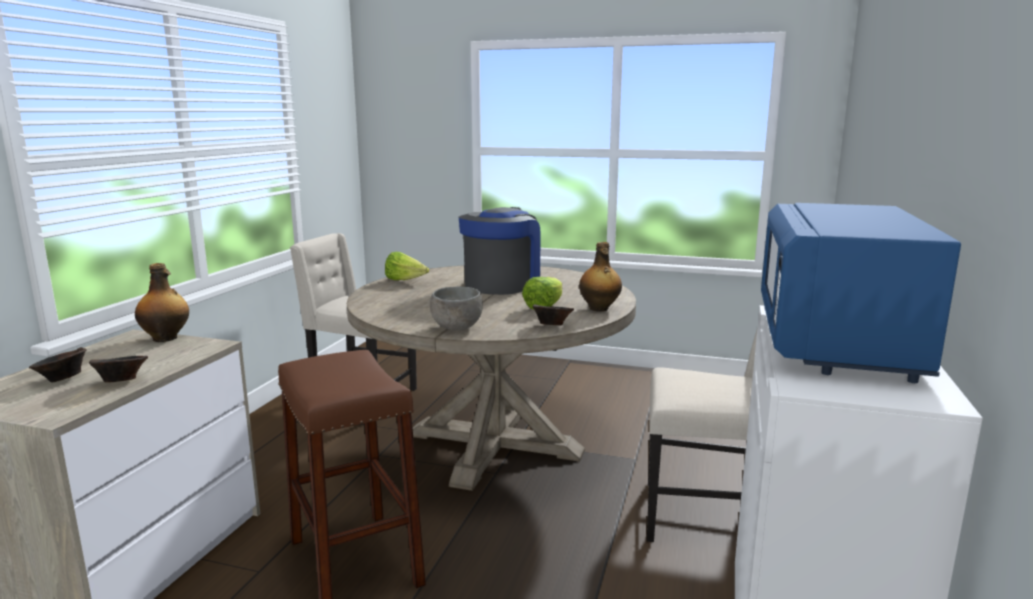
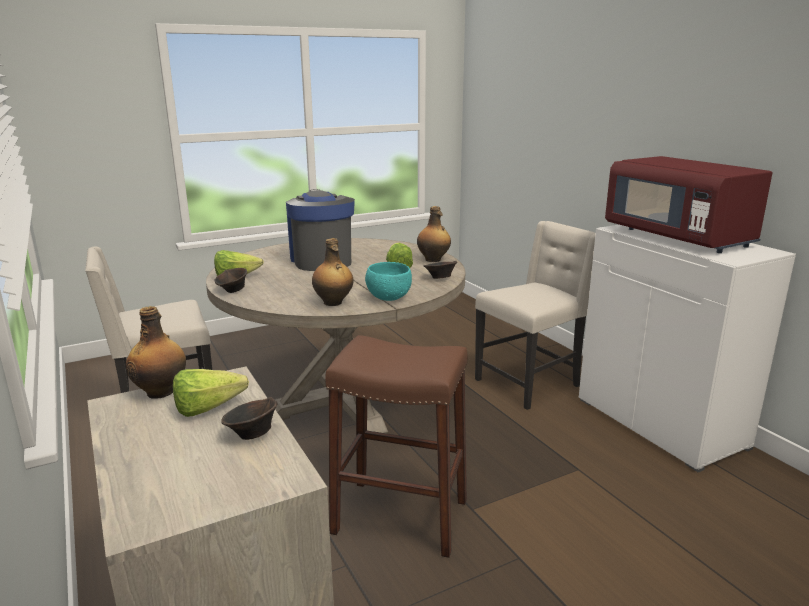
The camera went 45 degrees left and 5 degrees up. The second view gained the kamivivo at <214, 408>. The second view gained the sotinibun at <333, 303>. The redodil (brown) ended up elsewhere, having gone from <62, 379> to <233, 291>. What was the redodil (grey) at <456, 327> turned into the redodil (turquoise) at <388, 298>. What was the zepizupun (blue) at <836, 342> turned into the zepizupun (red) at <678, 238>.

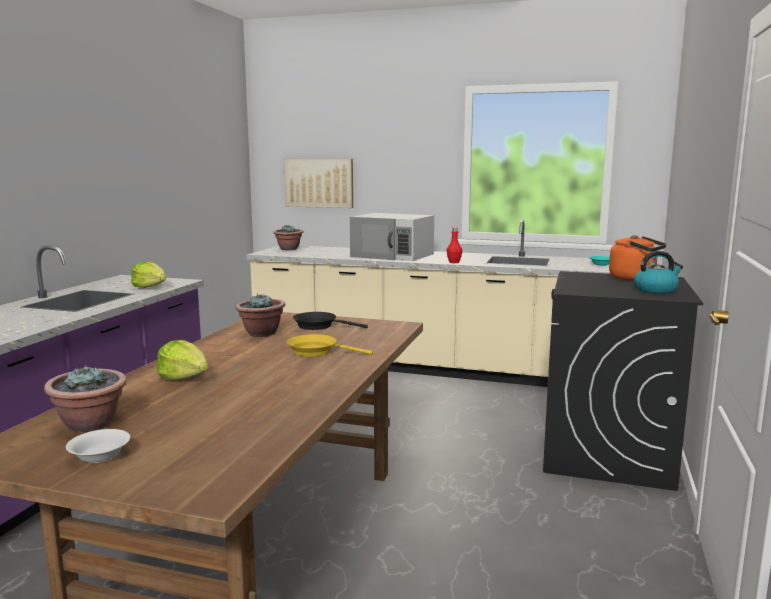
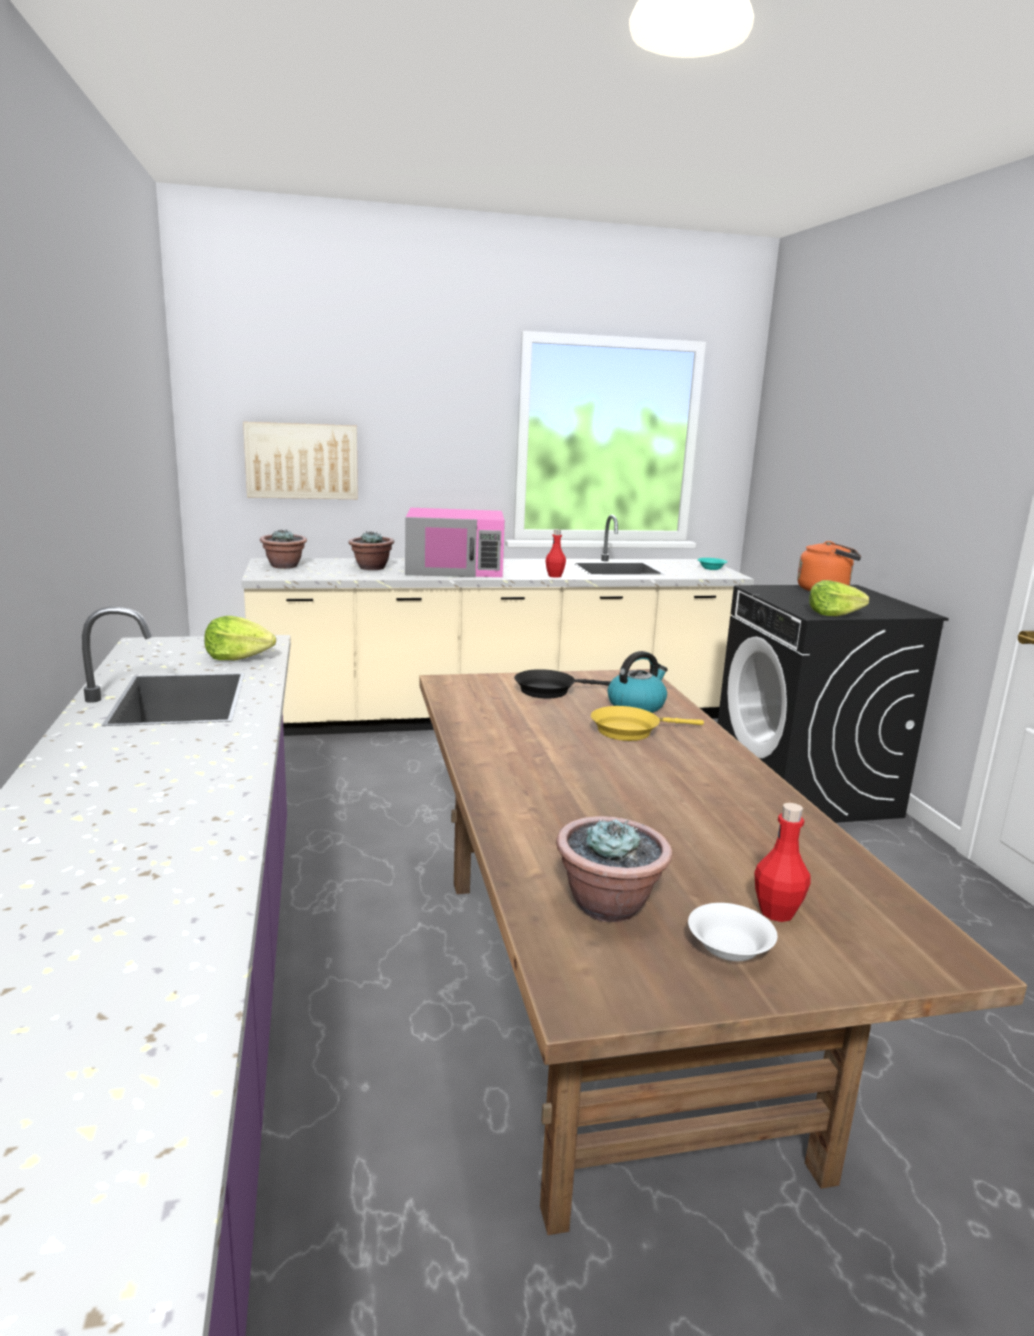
The camera went 30 degrees left and 5 degrees up. The second view gained the sotinibun (red) at <777, 912>. The kamivivo ended up elsewhere, having gone from <184, 377> to <832, 614>. The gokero ended up elsewhere, having gone from <261, 333> to <371, 568>. The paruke ended up elsewhere, having gone from <656, 290> to <636, 705>. What was the zepizupun (white) at <393, 255> turned into the zepizupun (pink) at <455, 569>.

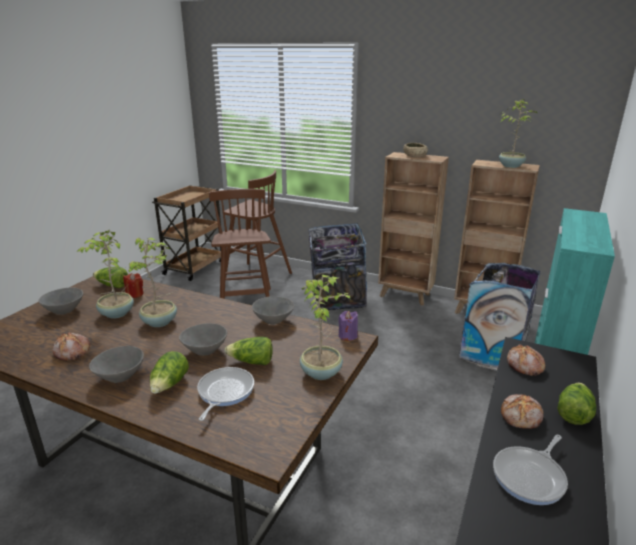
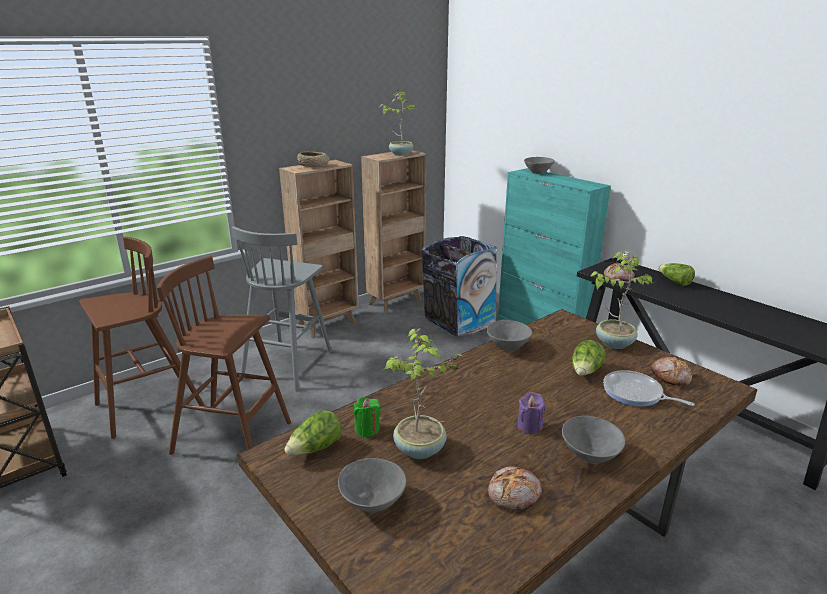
The camera went 65 degrees left and 0 degrees up. The second view lost the gokero at <160, 322>. The second view lost the kamivivo at <170, 384>. The second view lost the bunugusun at <530, 476>. The redodil (grey) ended up elsewhere, having gone from <204, 350> to <537, 172>. The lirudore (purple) ended up elsewhere, having gone from <348, 335> to <529, 426>. The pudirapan ended up elsewhere, having gone from <521, 417> to <671, 377>. Where the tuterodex stood at <337, 299>, the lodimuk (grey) came to stand at <288, 364>. What was the lirudore (red) at <135, 294> turned into the lirudore (green) at <367, 429>.

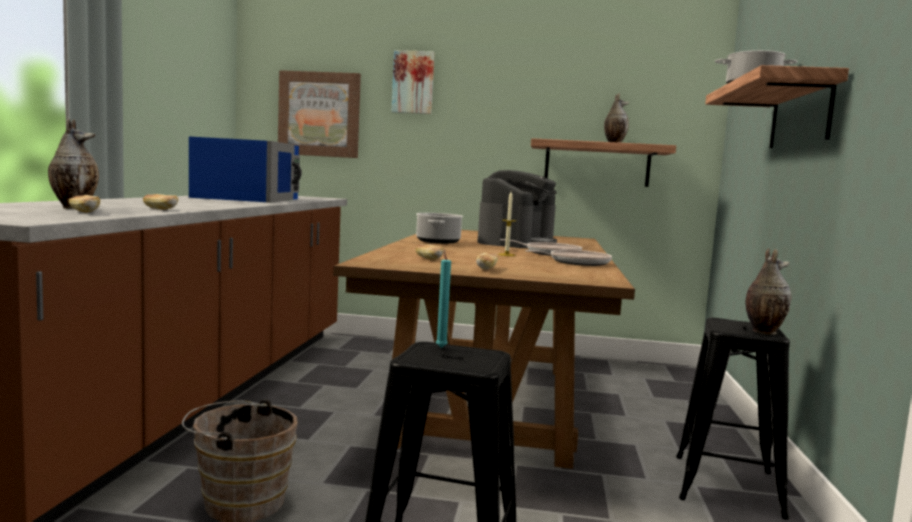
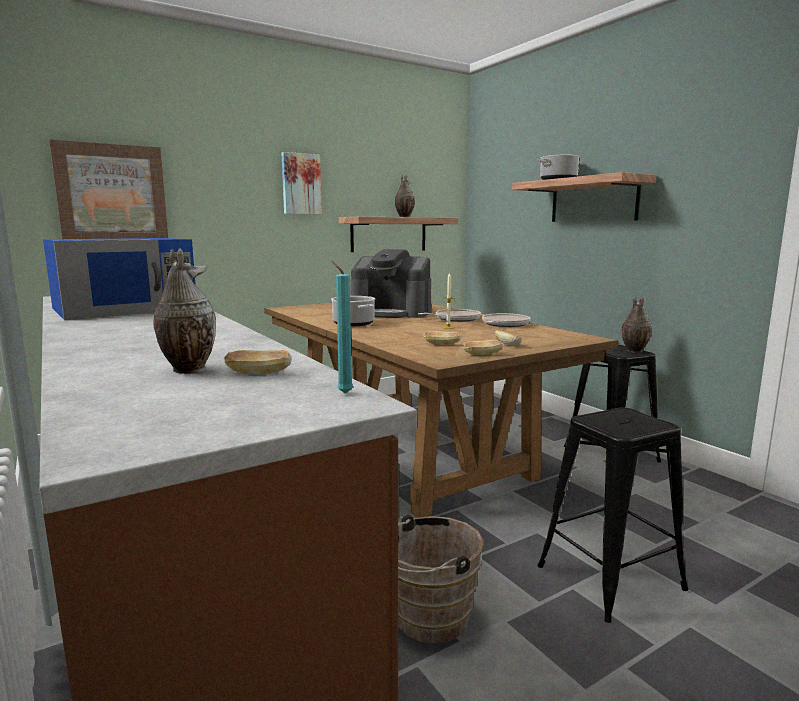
The camera went 40 degrees left and 5 degrees up. The pudirapan ended up elsewhere, having gone from <160, 209> to <482, 354>. The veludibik ended up elsewhere, having gone from <413, 82> to <301, 184>. The lirudore (turquoise) ended up elsewhere, having gone from <441, 347> to <343, 393>. The zepizupun (blue) at <248, 198> ended up facing another way, 90 degrees clockwise from before. The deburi at <516, 243> ended up facing another way, 120 degrees clockwise from before.

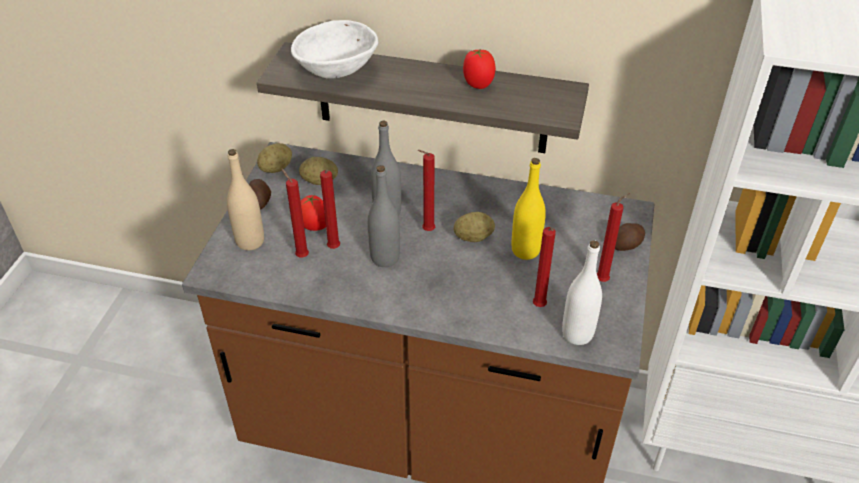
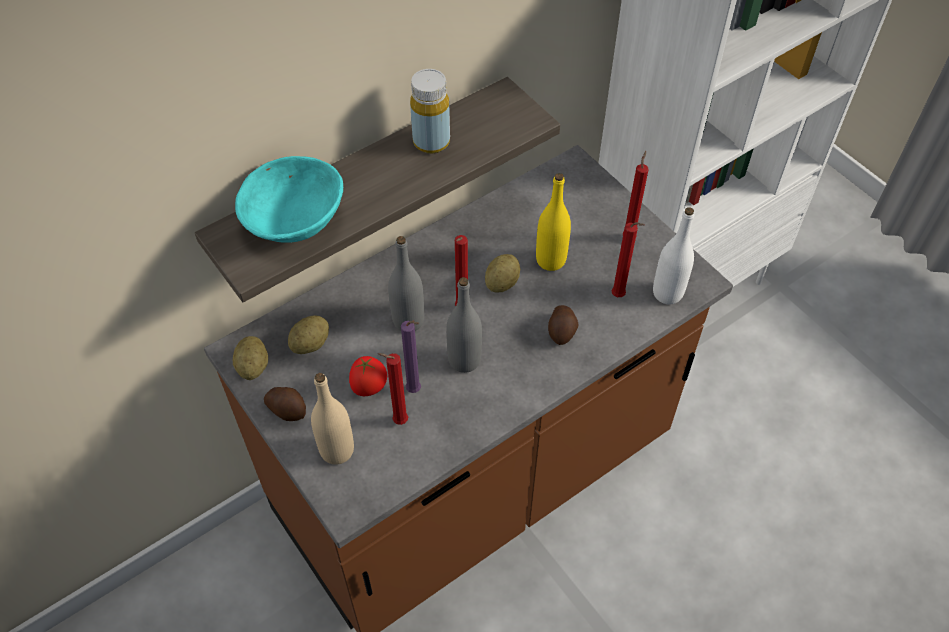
The camera went 50 degrees left and 10 degrees up. The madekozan ended up elsewhere, having gone from <627, 245> to <562, 331>. Where the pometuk stood at <478, 84>, the sotinibun (yellow) came to stand at <431, 142>. What was the redodil (white) at <336, 71> turned into the redodil (turquoise) at <296, 223>. What was the lirudore (red) at <334, 249> turned into the lirudore (purple) at <415, 391>.

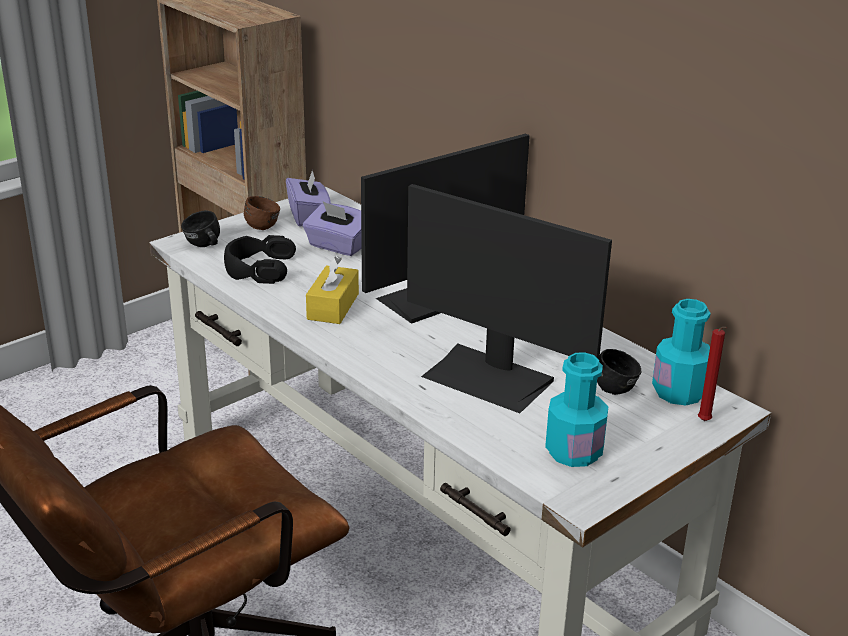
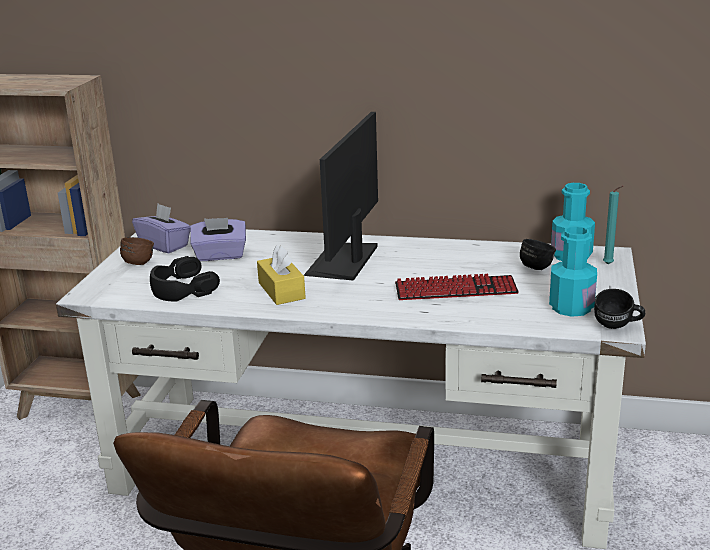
The camera went 35 degrees left and 5 degrees down. The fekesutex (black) ended up elsewhere, having gone from <203, 246> to <617, 326>. Where the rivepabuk stood at <489, 377>, the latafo came to stand at <456, 290>. What was the lirudore (red) at <705, 422> turned into the lirudore (turquoise) at <609, 264>.

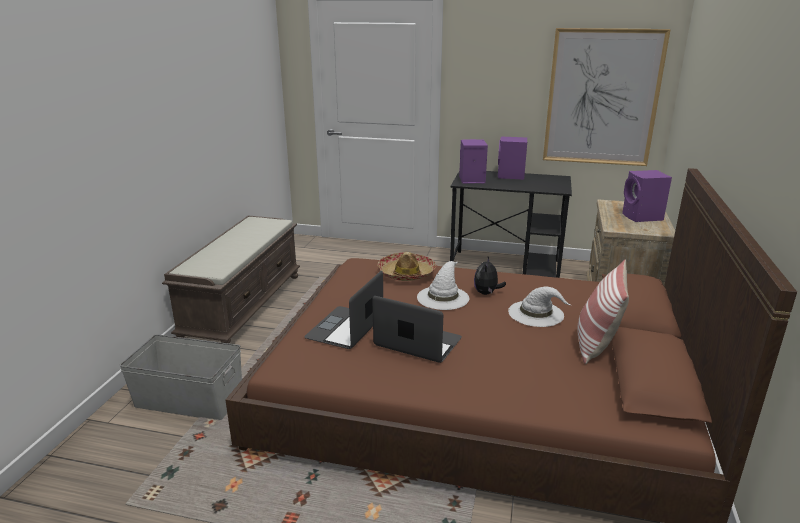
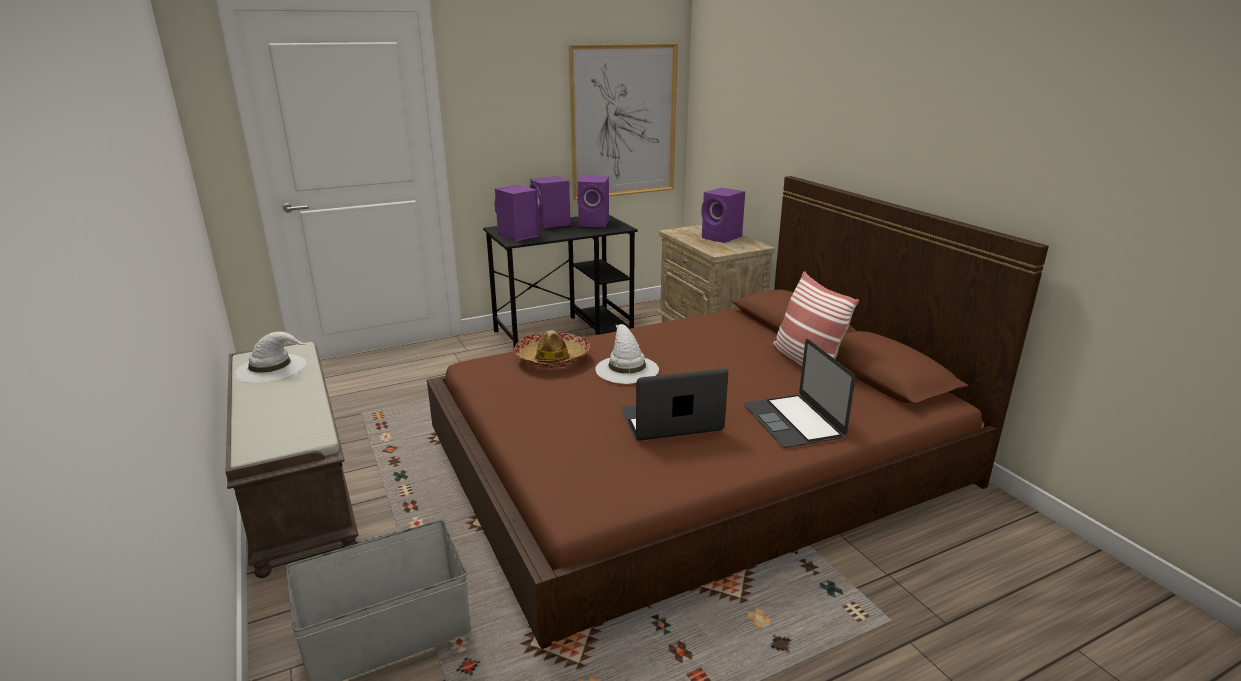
The camera went 40 degrees left and 0 degrees up. The second view lost the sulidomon at <487, 293>. The second view gained the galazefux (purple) at <595, 223>. The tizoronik ended up elsewhere, having gone from <345, 328> to <793, 421>. The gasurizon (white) ended up elsewhere, having gone from <536, 313> to <272, 368>.

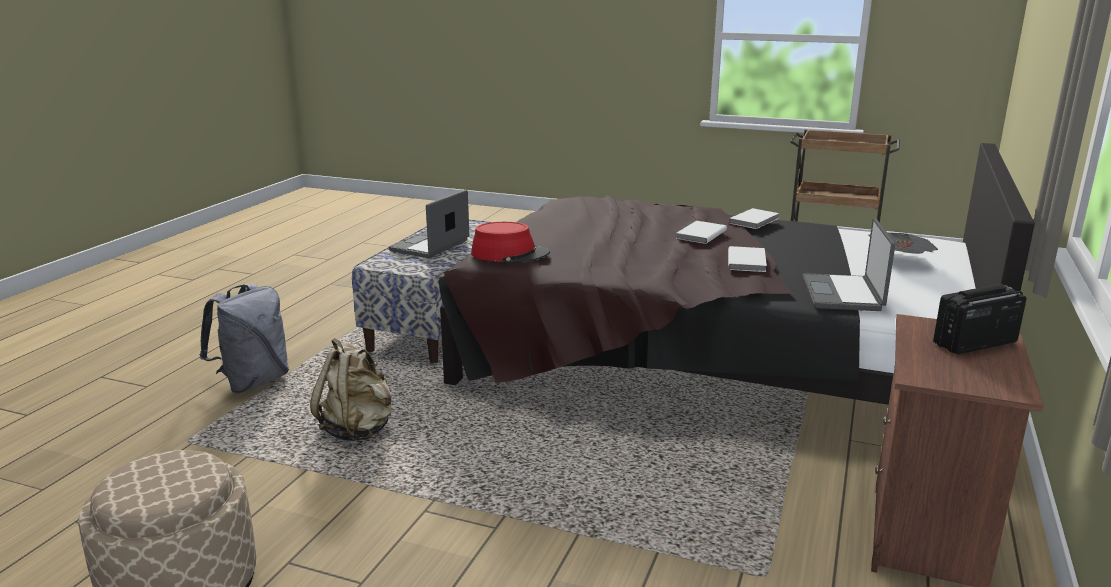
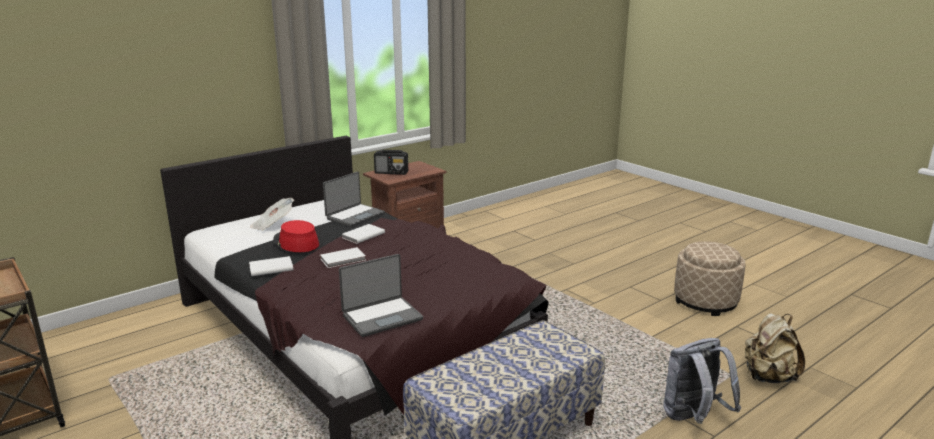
The camera went 150 degrees left and 0 degrees up. The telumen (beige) ended up elsewhere, having gone from <358, 430> to <768, 377>. The tizoronik ended up elsewhere, having gone from <431, 246> to <382, 317>. The gasurizon (red) ended up elsewhere, having gone from <510, 254> to <295, 242>.

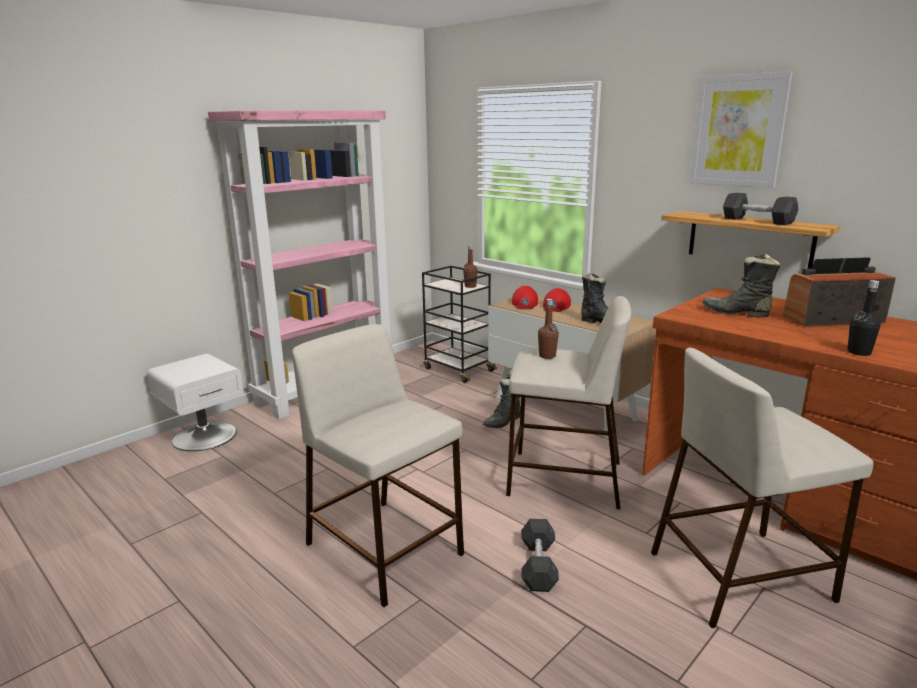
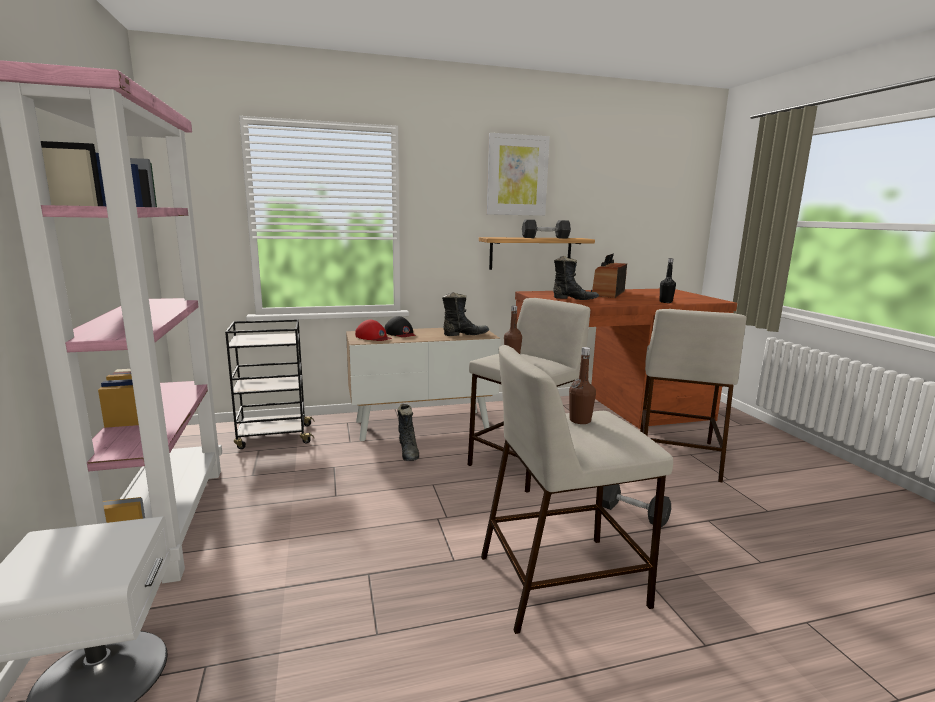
The camera went 60 degrees left and 5 degrees down. The sotinibun (brown) ended up elsewhere, having gone from <470, 286> to <580, 420>. What was the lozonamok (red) at <555, 306> turned into the lozonamok (black) at <400, 333>. The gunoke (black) at <736, 313> ended up facing another way, 135 degrees counterclockwise from before.

